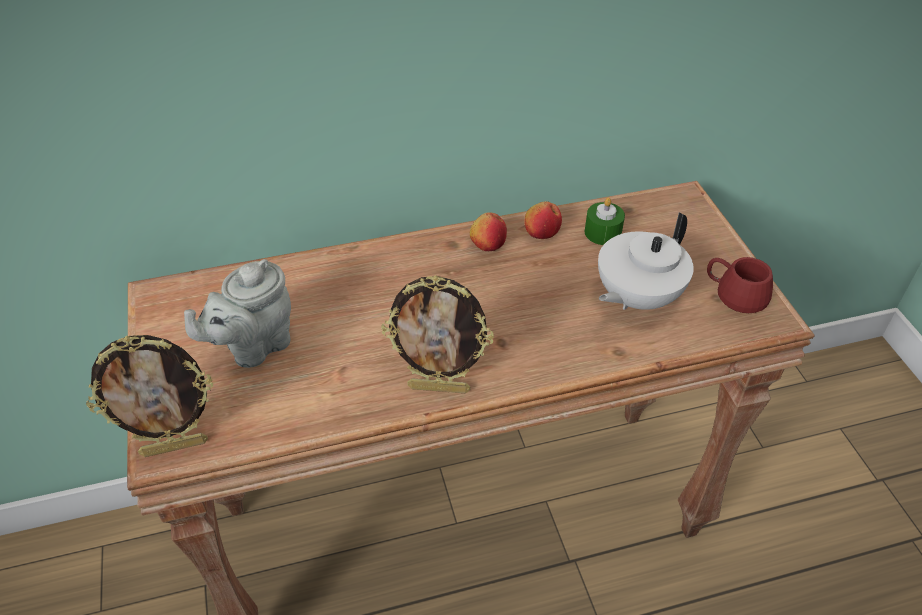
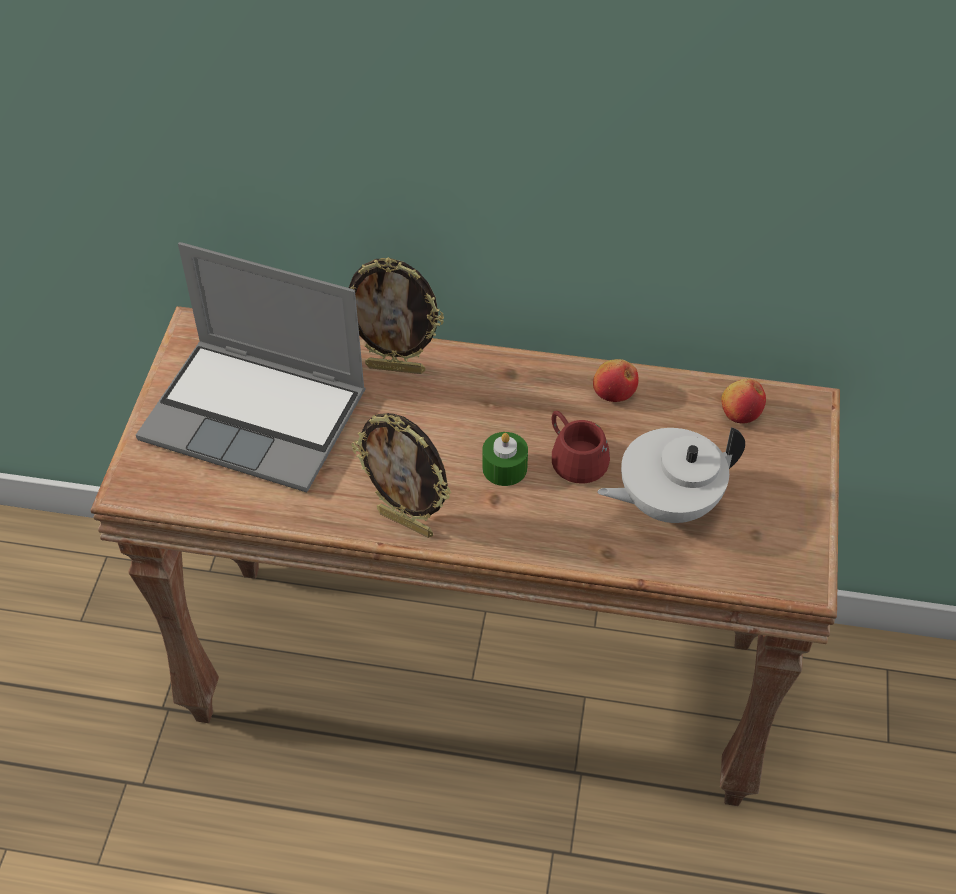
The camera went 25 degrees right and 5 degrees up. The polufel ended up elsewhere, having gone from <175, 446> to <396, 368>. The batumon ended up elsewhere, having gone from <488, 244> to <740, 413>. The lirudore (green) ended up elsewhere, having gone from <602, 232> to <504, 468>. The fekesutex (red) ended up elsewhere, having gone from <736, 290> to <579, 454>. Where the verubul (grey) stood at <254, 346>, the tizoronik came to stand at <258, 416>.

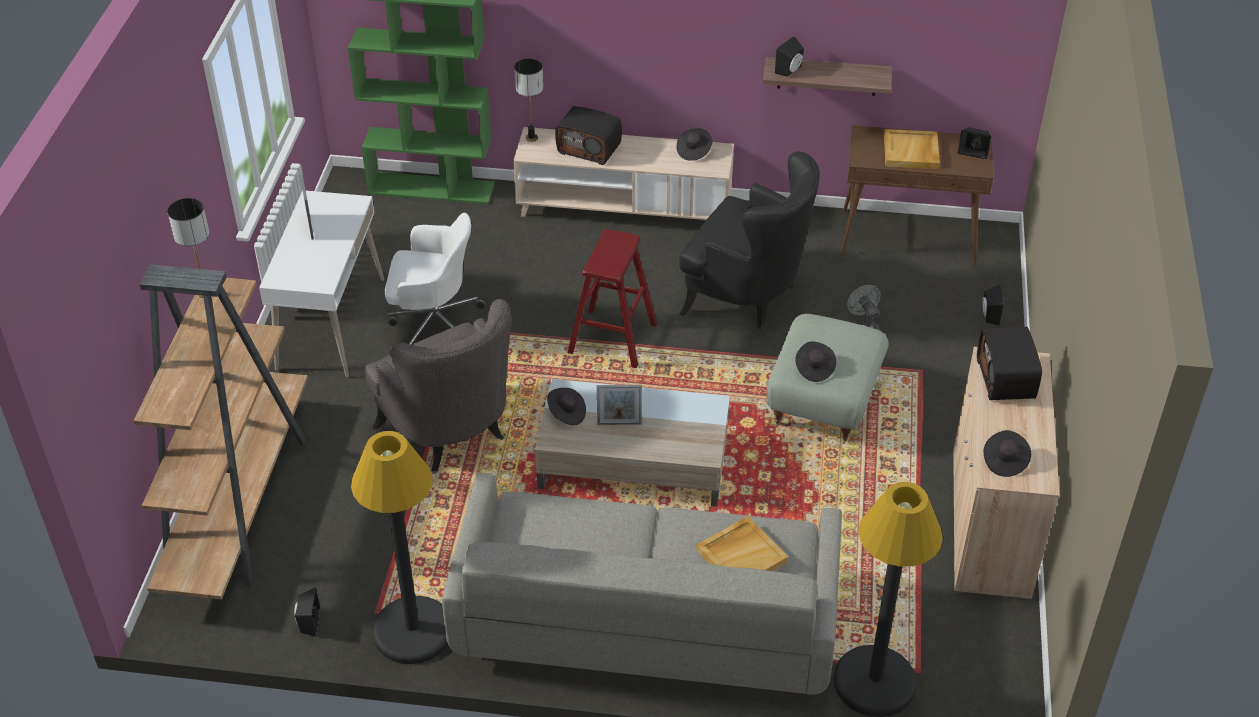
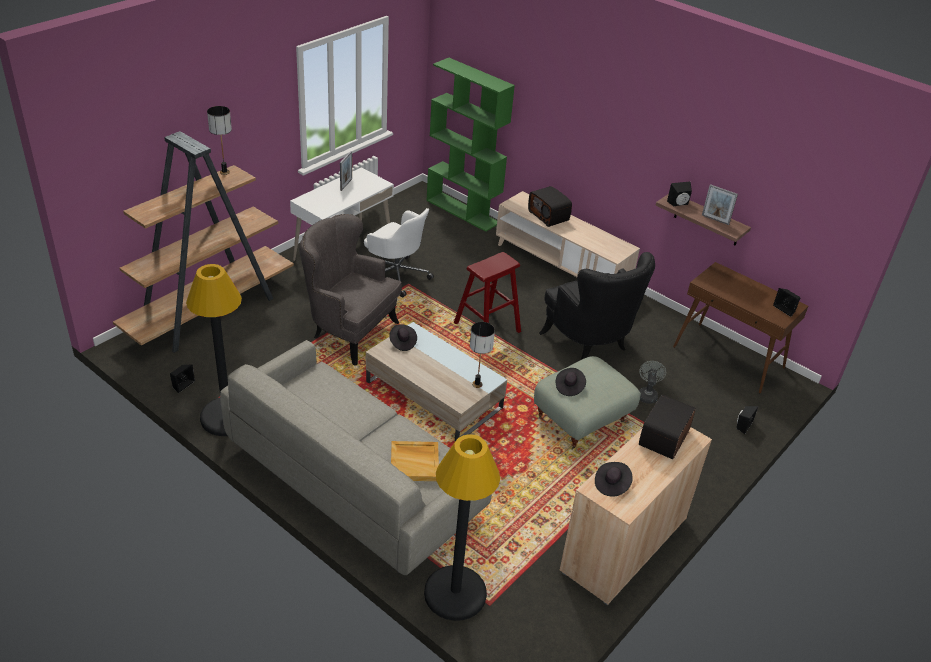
The camera went 30 degrees right and 5 degrees down. The second view lost the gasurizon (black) at <693, 151>. The second view lost the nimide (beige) at <911, 152>. The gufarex ended up elsewhere, having gone from <532, 138> to <477, 384>. The polufel ended up elsewhere, having gone from <619, 423> to <715, 220>. The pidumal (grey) at <451, 433> ended up facing another way, 120 degrees clockwise from before.

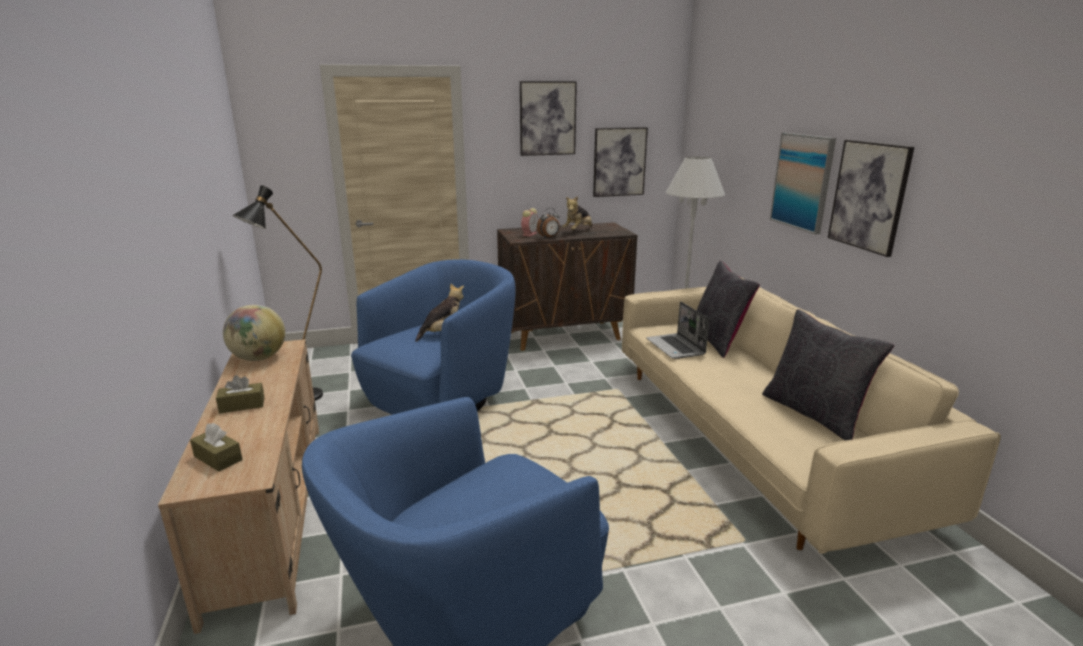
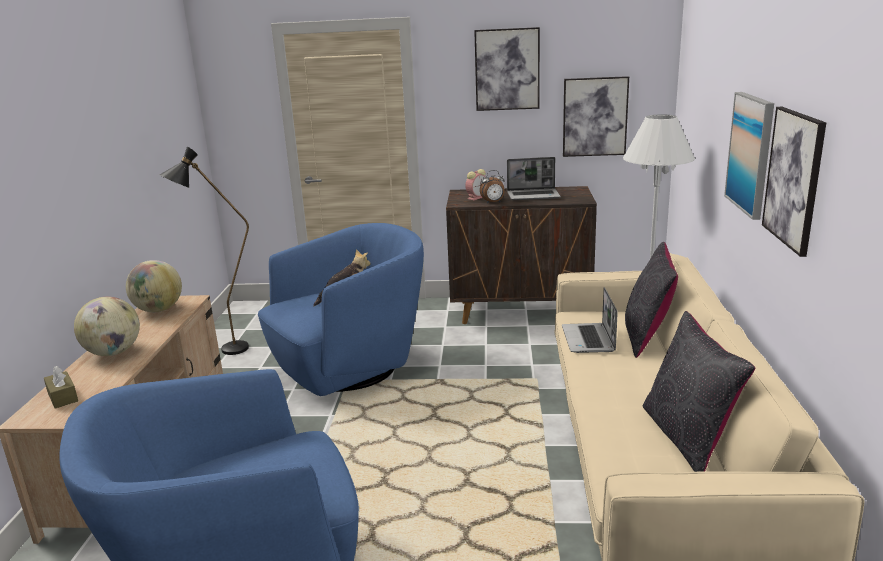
The camera went 20 degrees right and 0 degrees up. Where the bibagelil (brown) stood at <242, 405>, the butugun came to stand at <113, 352>. Where the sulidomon stood at <578, 231>, the tizoronik came to stand at <534, 195>.

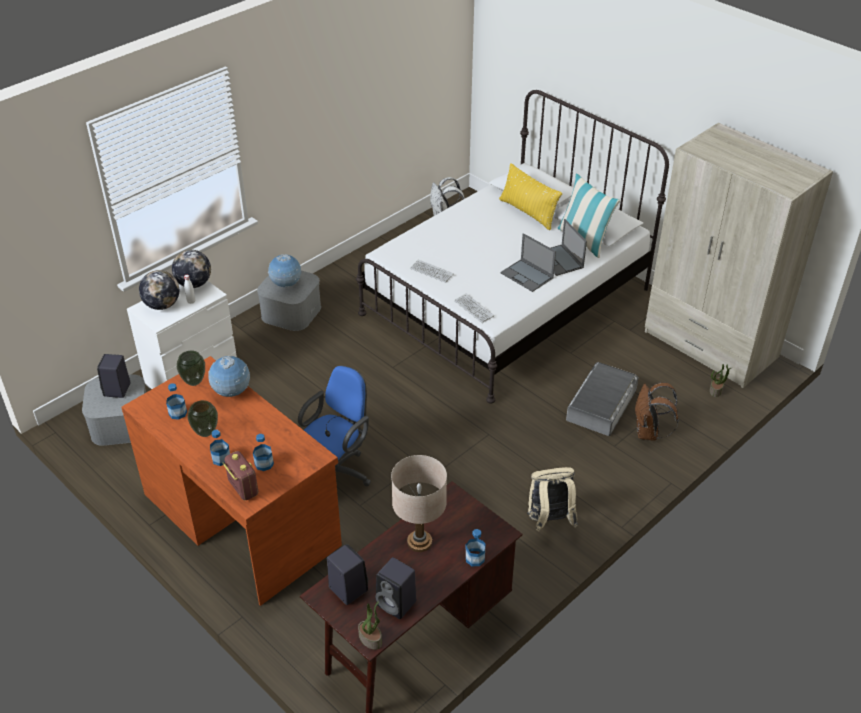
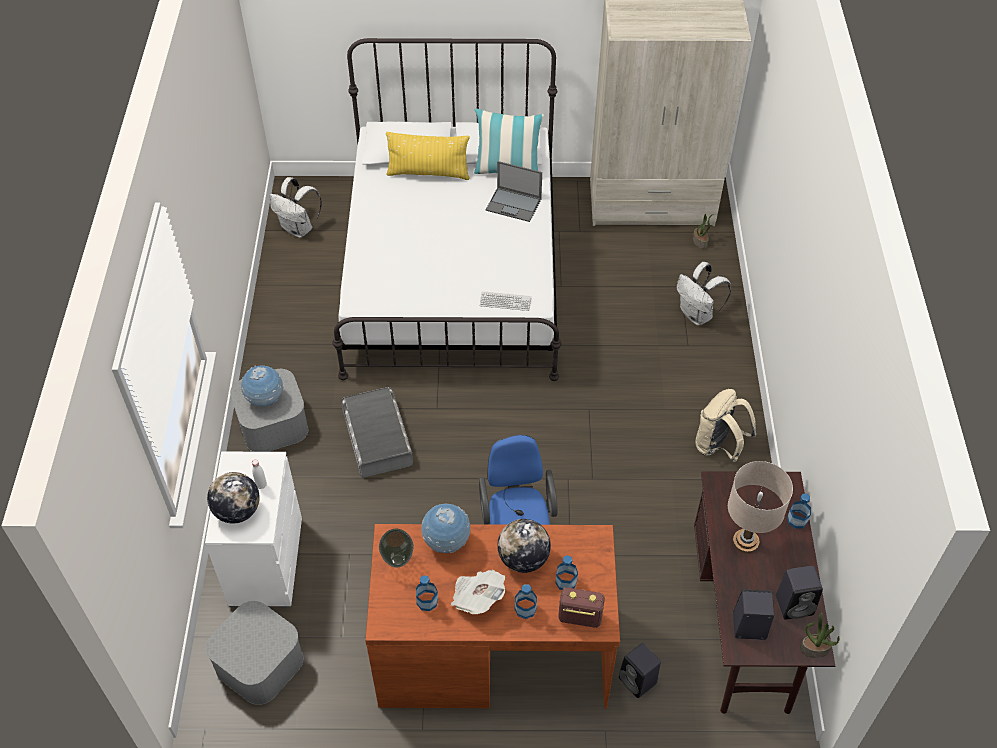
The camera went 45 degrees left and 10 degrees up. The second view lost the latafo at <431, 272>. The second view lost the tizoronik at <527, 275>. The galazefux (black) ended up elsewhere, having gone from <117, 390> to <638, 681>. The butugun ended up elsewhere, having gone from <194, 284> to <523, 559>. The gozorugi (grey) ended up elsewhere, having gone from <601, 405> to <378, 437>. Where the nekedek stood at <205, 432>, the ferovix came to stand at <477, 597>. What was the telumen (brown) at <648, 433> turned into the telumen (white) at <697, 315>.

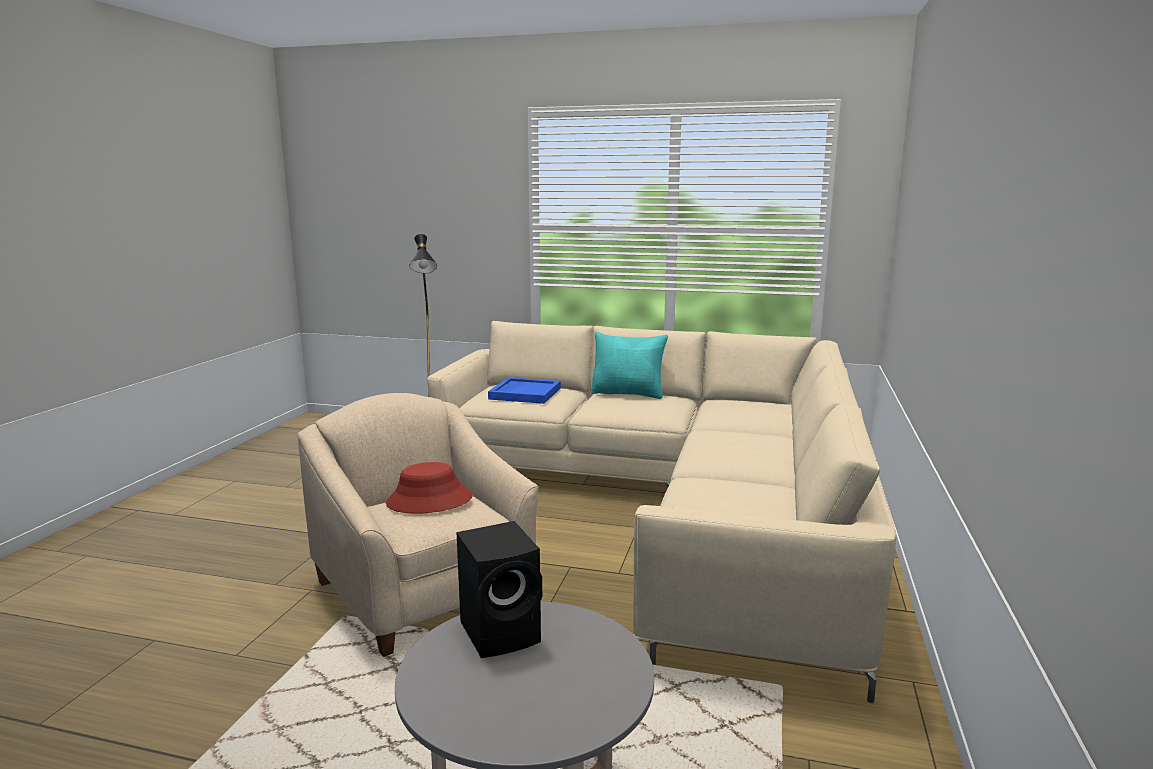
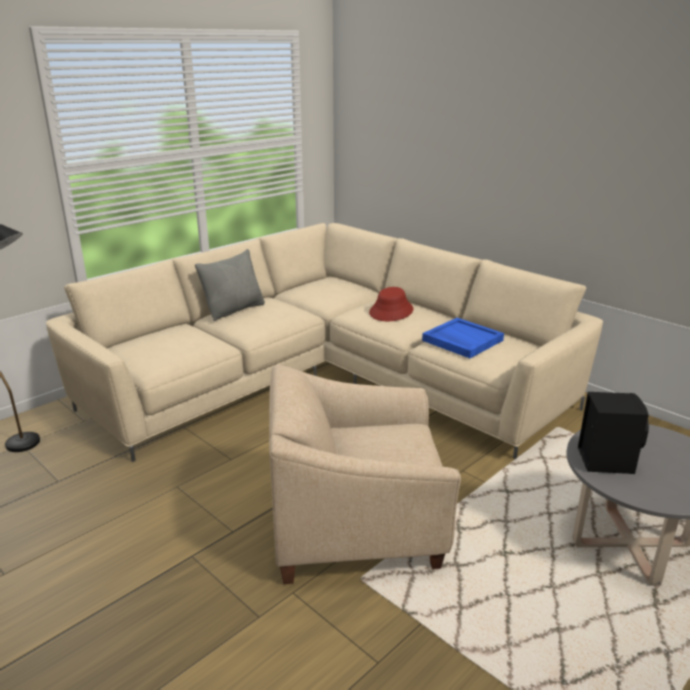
The camera went 60 degrees left and 10 degrees up. The gasurizon (red) ended up elsewhere, having gone from <429, 501> to <391, 311>. The nimide (blue) ended up elsewhere, having gone from <525, 393> to <461, 340>. What was the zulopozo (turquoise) at <628, 394> turned into the zulopozo (grey) at <234, 310>.

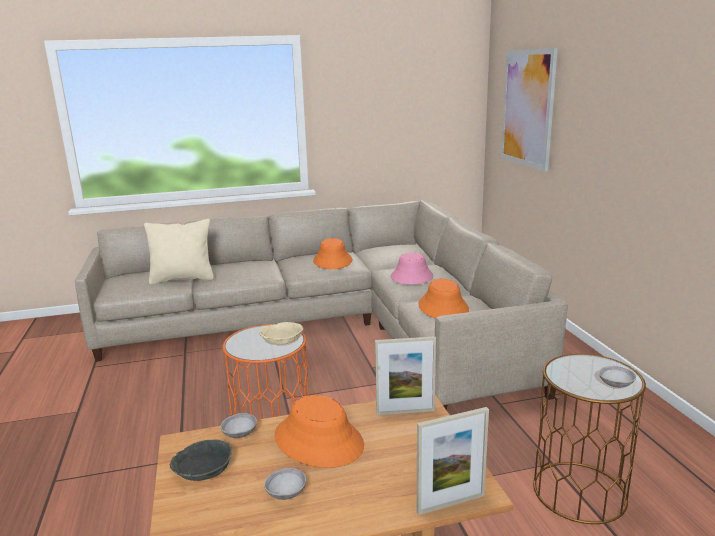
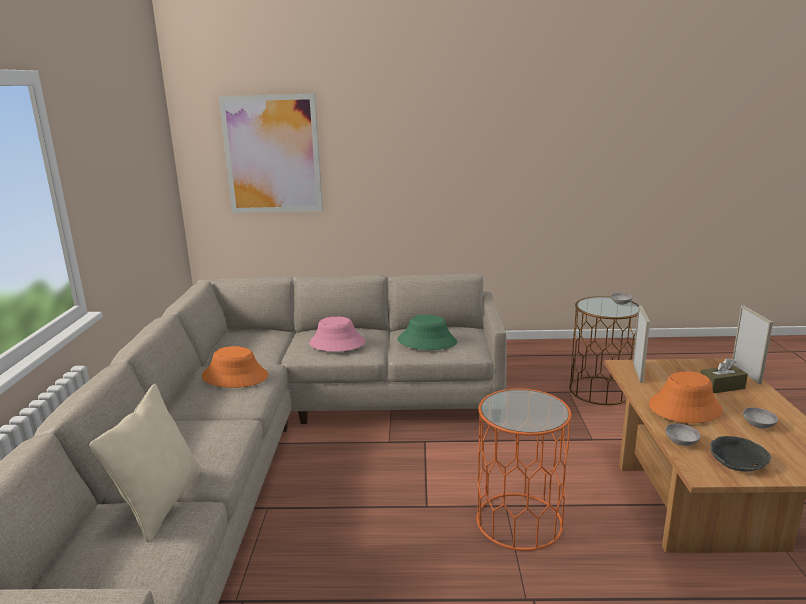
The camera went 75 degrees left and 0 degrees up. The second view lost the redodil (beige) at <281, 338>. The second view gained the bibagelil (brown) at <721, 386>. What was the gasurizon (orange) at <443, 307> turned into the gasurizon (green) at <427, 341>.

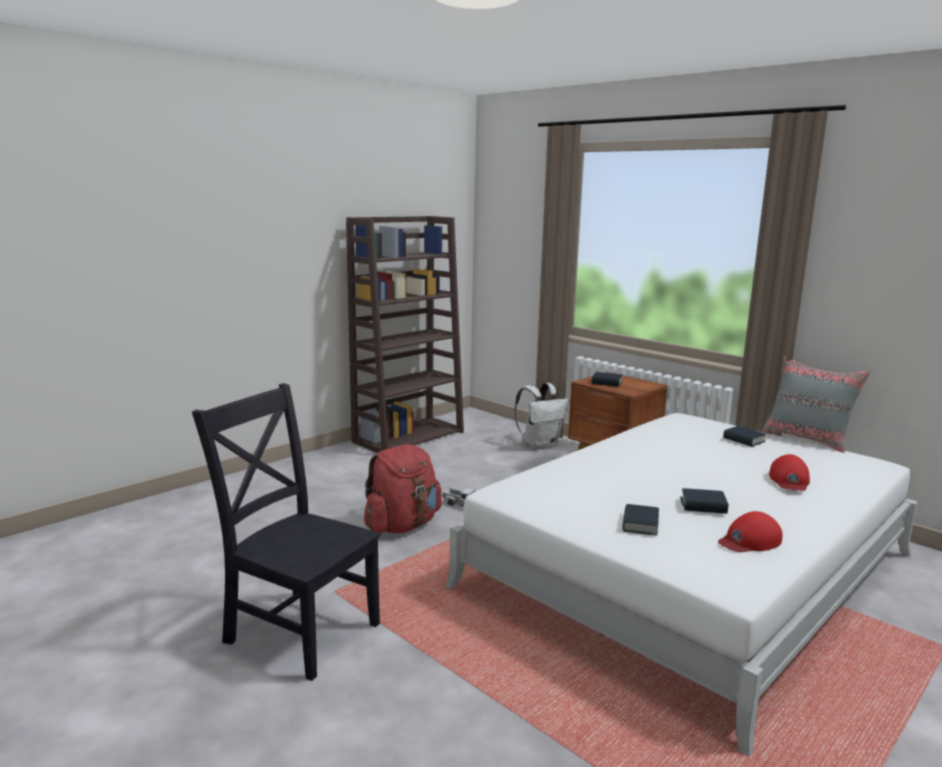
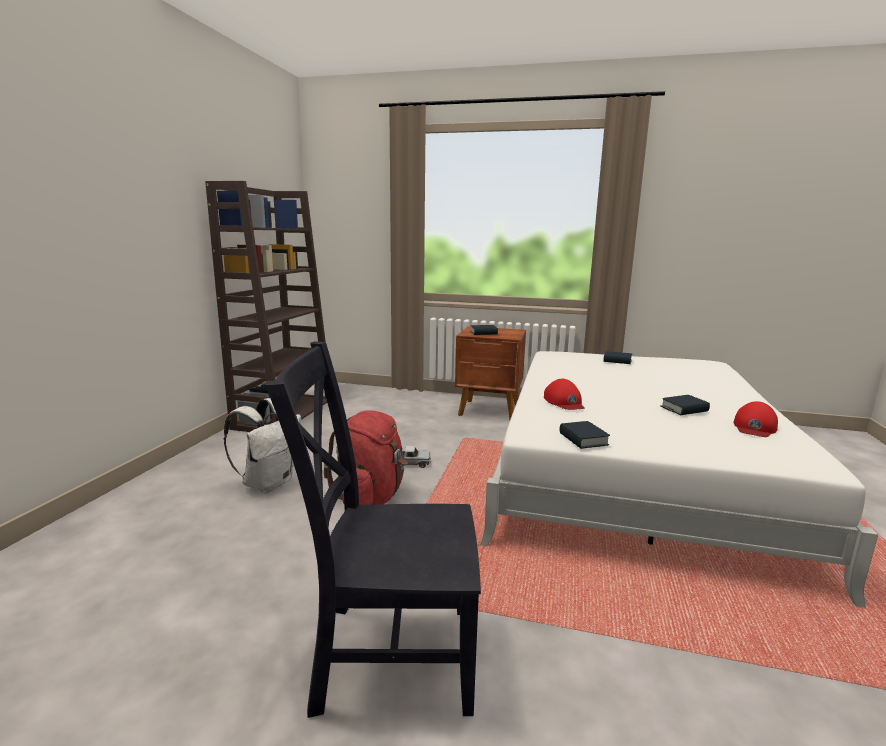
The camera went 30 degrees left and 0 degrees up. The second view lost the zulopozo (grey) at <807, 439>. The telumen (white) ended up elsewhere, having gone from <540, 445> to <268, 483>. The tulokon ended up elsewhere, having gone from <640, 524> to <583, 439>. The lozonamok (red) ended up elsewhere, having gone from <789, 480> to <564, 402>.

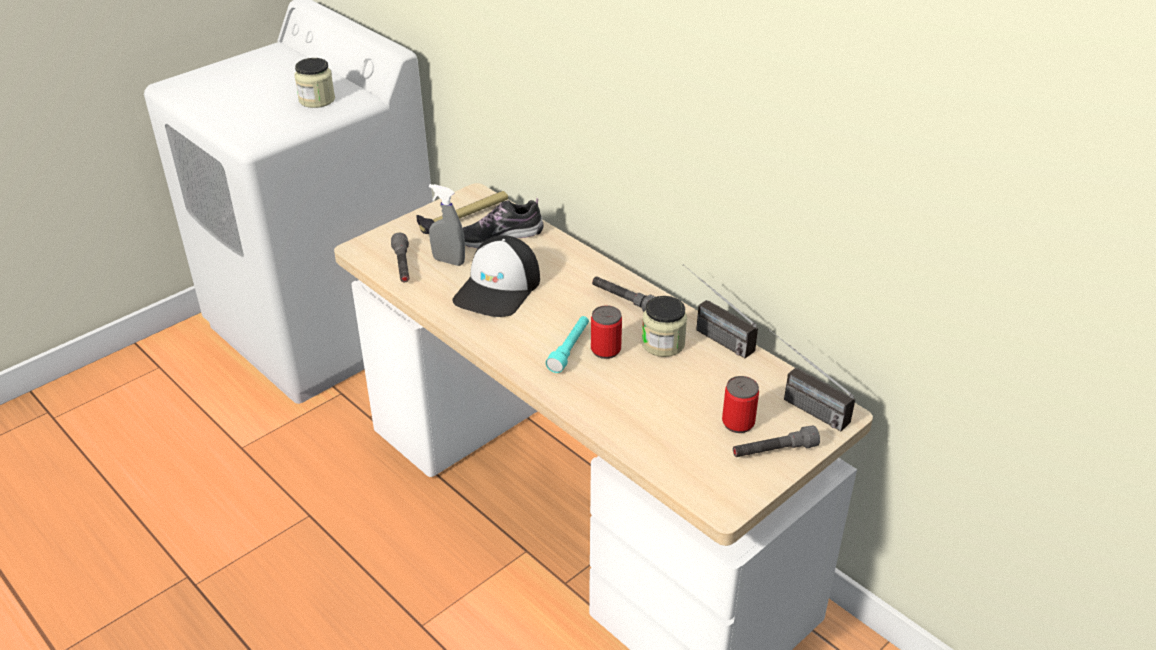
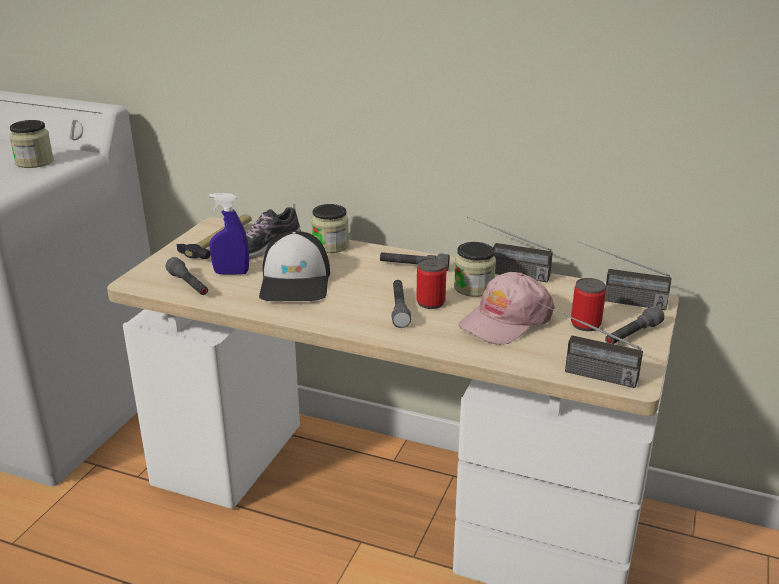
The camera went 25 degrees left and 10 degrees down. The second view gained the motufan at <330, 246>. The second view gained the lozonamok (pink) at <505, 320>. The second view gained the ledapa at <581, 372>. What was the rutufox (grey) at <448, 261> turned into the rutufox (blue) at <231, 273>. What was the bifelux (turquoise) at <569, 349> turned into the bifelux (grey) at <399, 309>.

